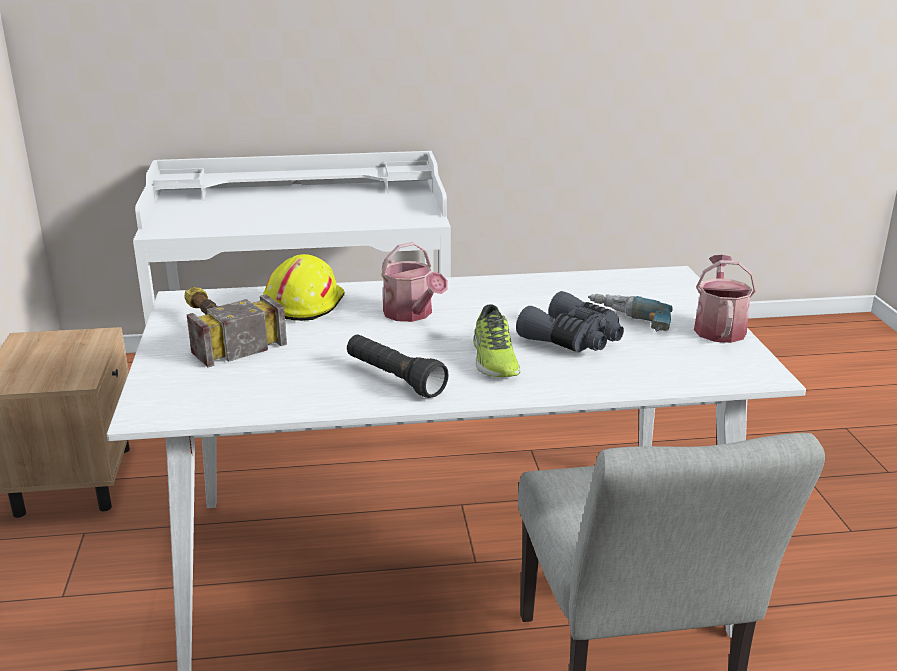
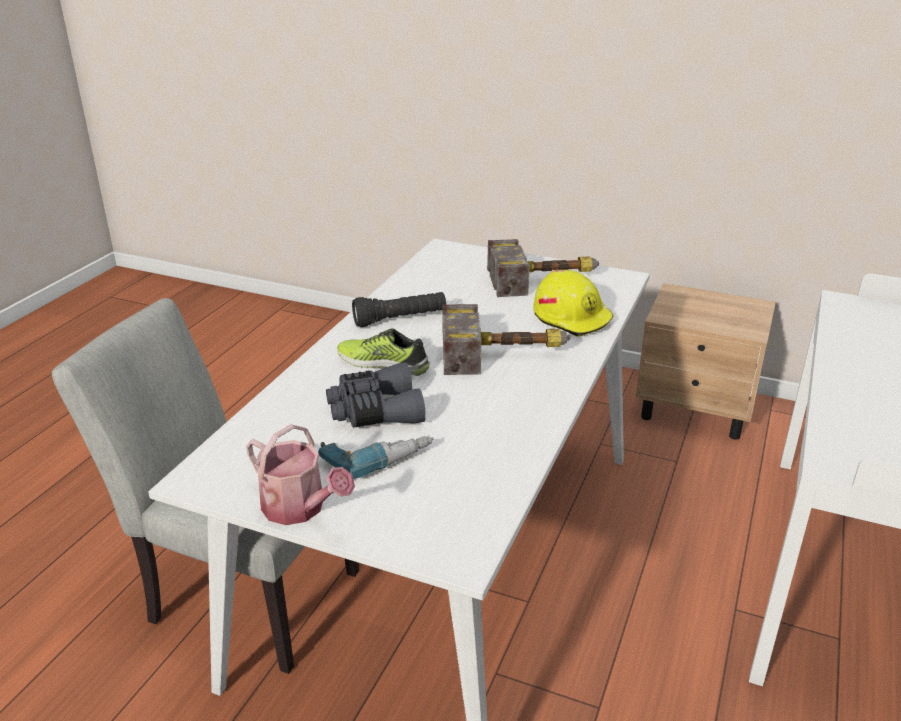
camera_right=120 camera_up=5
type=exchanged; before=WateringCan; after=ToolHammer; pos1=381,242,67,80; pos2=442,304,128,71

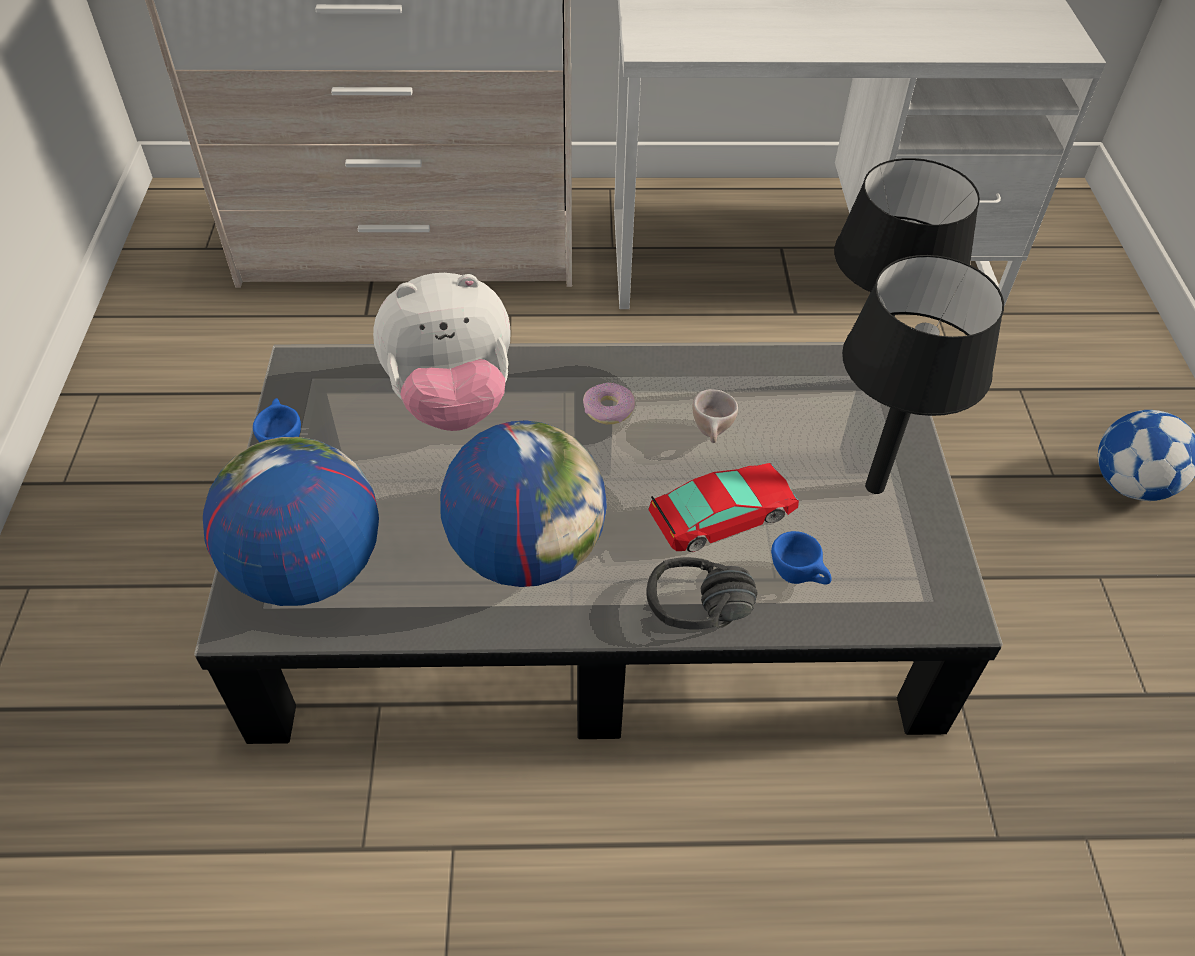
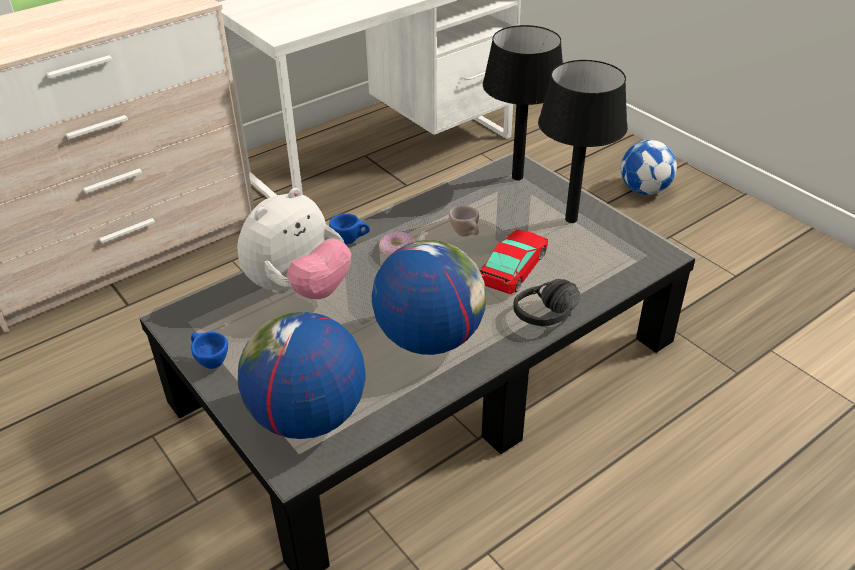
camera_right=-35 camera_up=-10
type=relocated; before=BlueCup; pos1=771,531,61,54; pos2=329,214,41,30

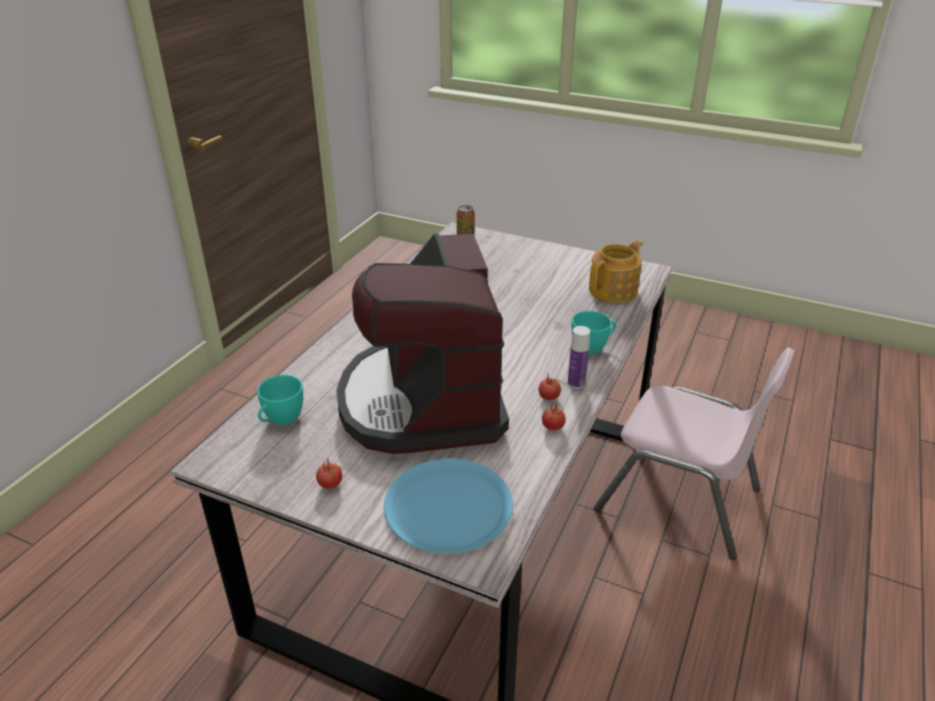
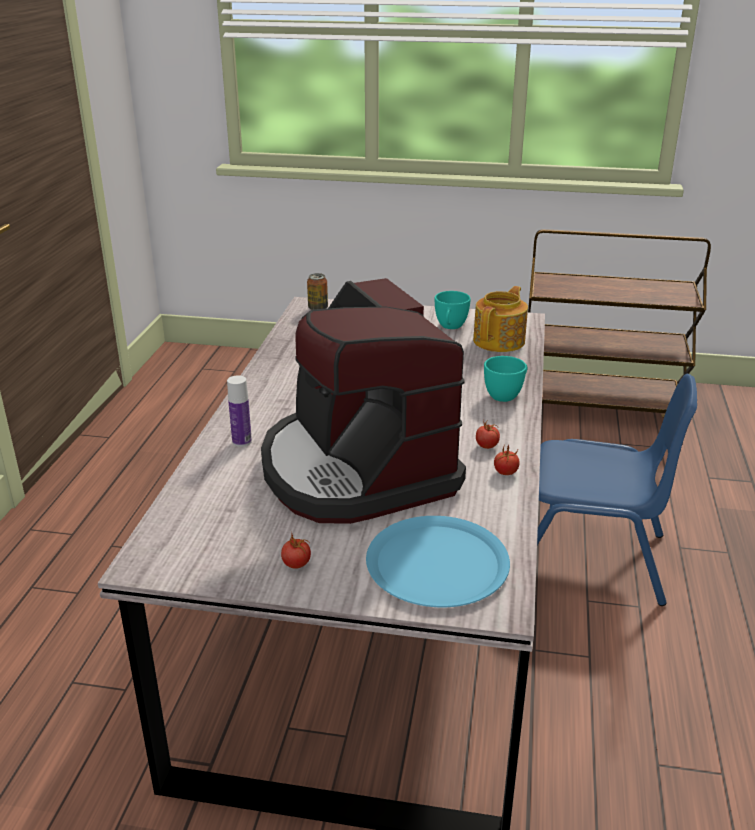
camera_right=-15 camera_up=-5
type=relocated; before=Bottle; pos1=568,326,22,63; pos2=227,375,25,72
type=relocated; before=TurquoiseCup; pos1=257,375,46,50; pos2=435,291,36,38
type=appeared; after=BrownColouredCart; pos2=528,229,183,188
type=colour; before=PinkColouredUprightChair; after=BlueUprightChair; pos1=594,348,201,212; pos2=537,374,160,232

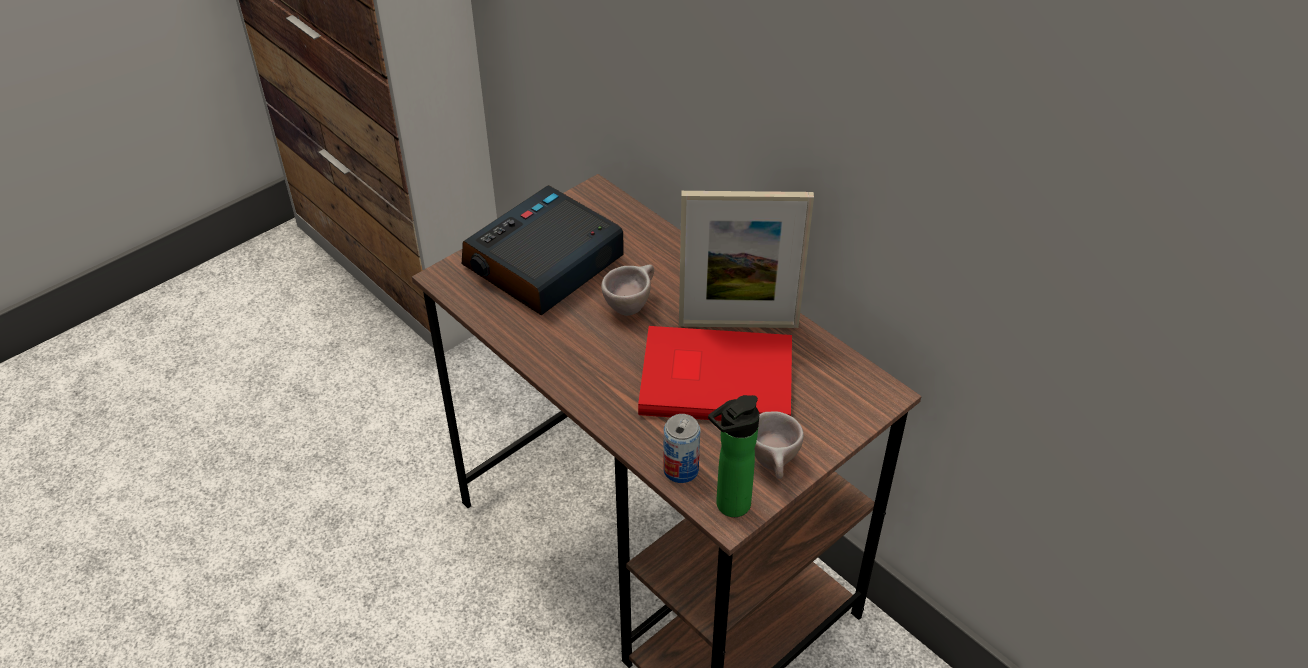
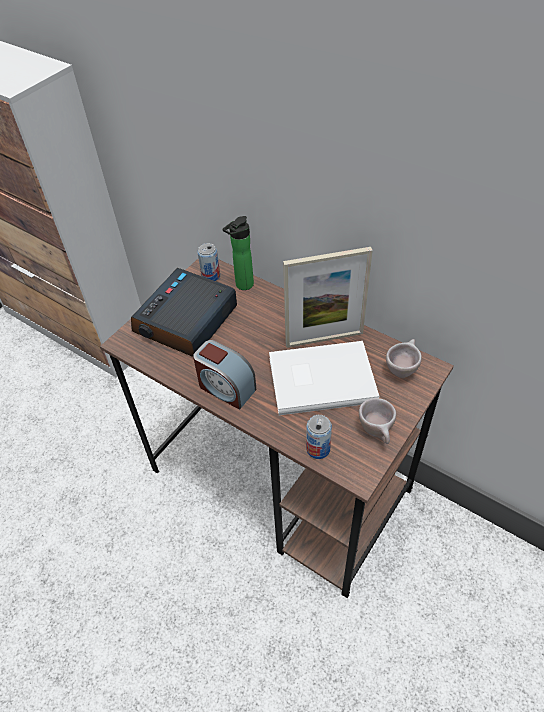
camera_right=-10 camera_up=5
type=appeared; after=TableClock; pos2=193,340,63,70
type=appeared; after=SealedCan; pos2=198,243,22,38
type=relocated; before=Bottle; pos1=708,395,51,122; pos2=222,216,32,74
type=colour; before=ReddishBook; after=WhitishBook; pos1=638,326,154,95; pos2=269,341,110,74
type=relocated; before=BeigeColouredCup; pos1=601,264,53,52; pos2=386,339,36,39

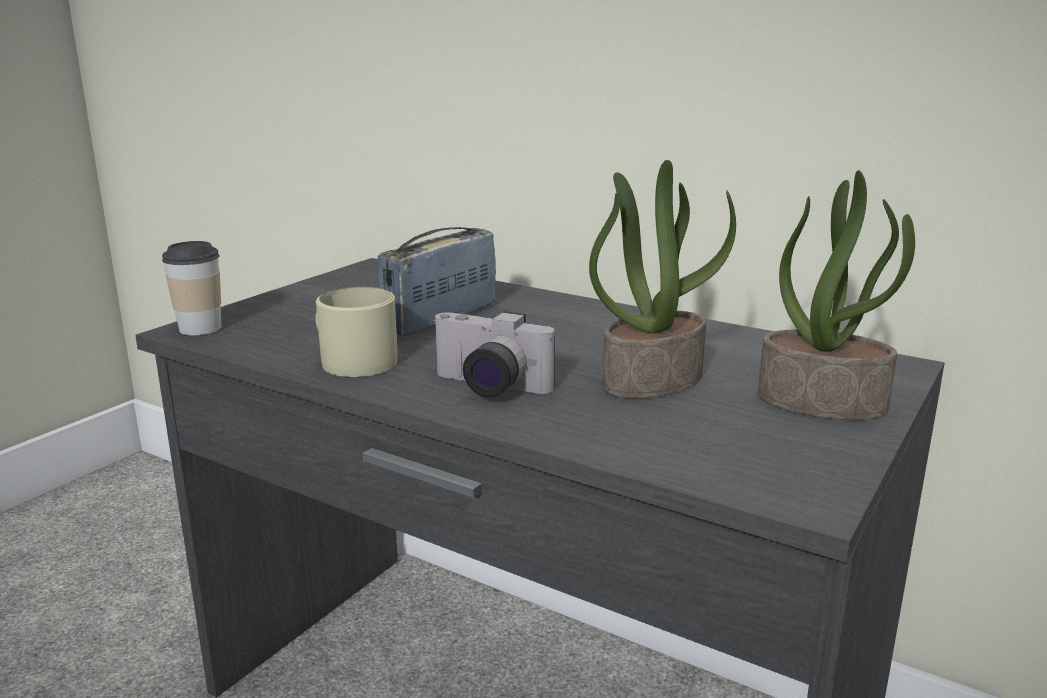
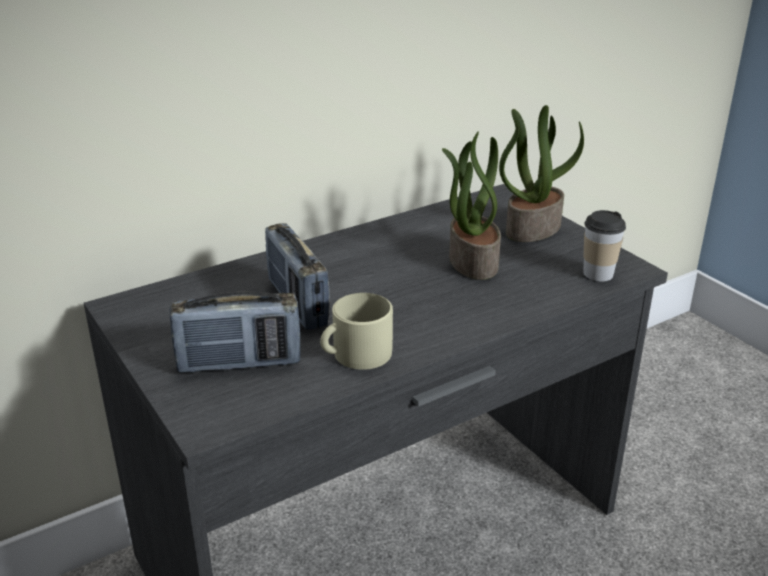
camera_right=-65 camera_up=10
type=appeared; after=RadioSet; pos2=170,291,131,82
type=relocated; before=Cup; pos1=162,241,60,94; pos2=583,210,43,71
type=missing; before=StillCamera; pos1=432,311,123,87

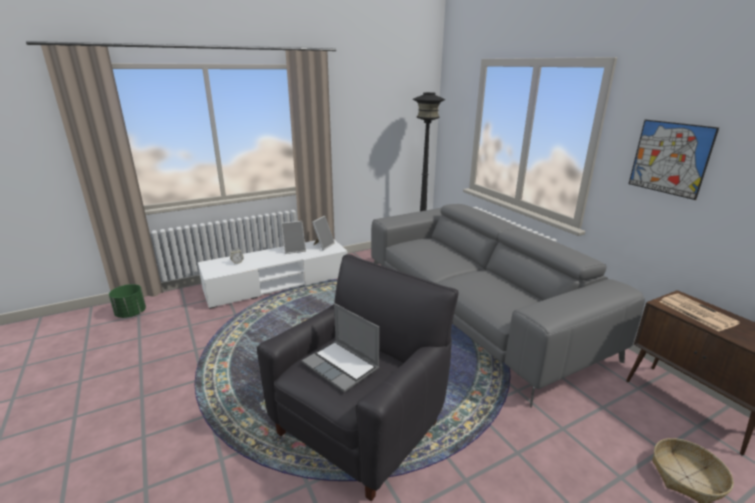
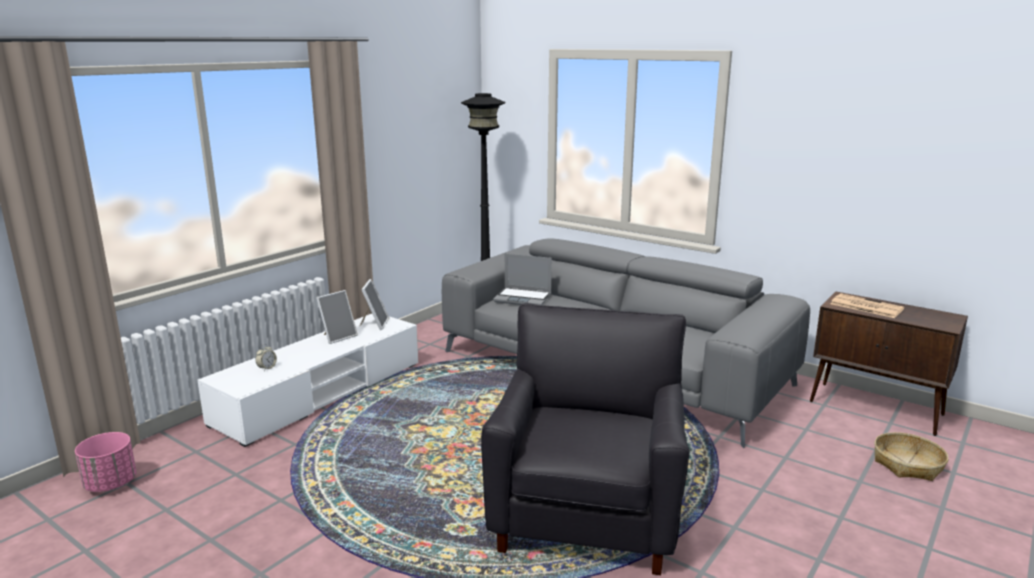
camera_right=-25 camera_up=-5
type=colour; before=GreenishPlanter; after=PinkColouredPlanter; pos1=109,284,37,34; pos2=75,432,62,60
type=relocated; before=Laptop; pos1=302,303,77,90; pos2=493,254,59,51
type=missing; before=WallPicture; pos1=629,119,90,81

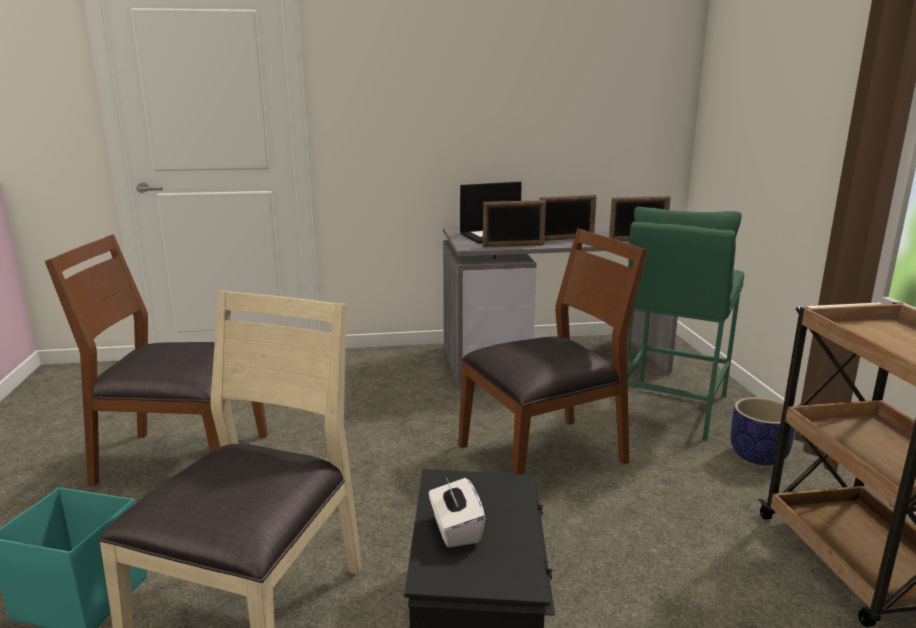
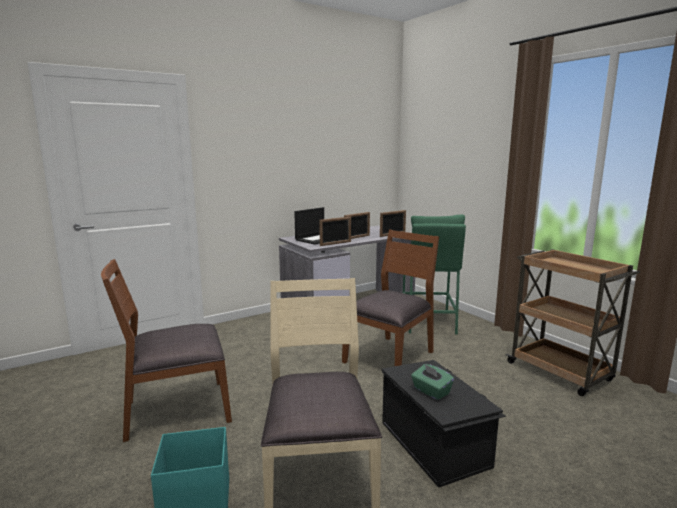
camera_right=-25 camera_up=-5
type=colour; before=WhitishTissueBox; after=GreenishTissueBox; pos1=429,477,56,71; pos2=411,363,43,37
type=missing; before=Planter; pos1=731,397,65,69

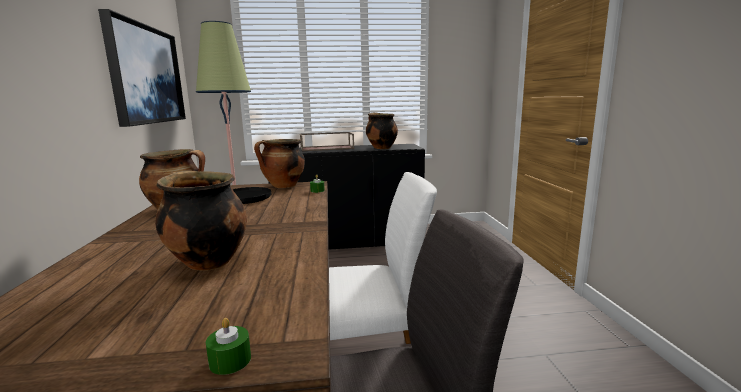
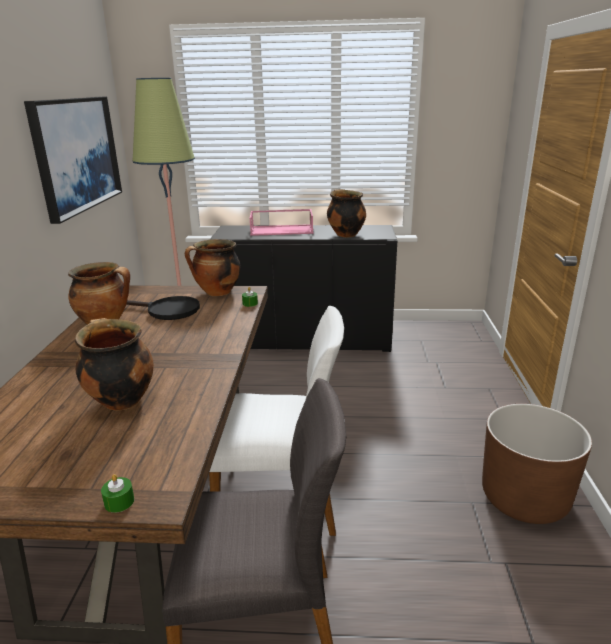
camera_right=10 camera_up=10
type=colour; before=BrownColouredTray; after=PinkColouredTray; pos1=300,132,55,19; pos2=250,209,63,27
type=appeared; after=BrownColouredPlanter; pos2=482,404,110,120

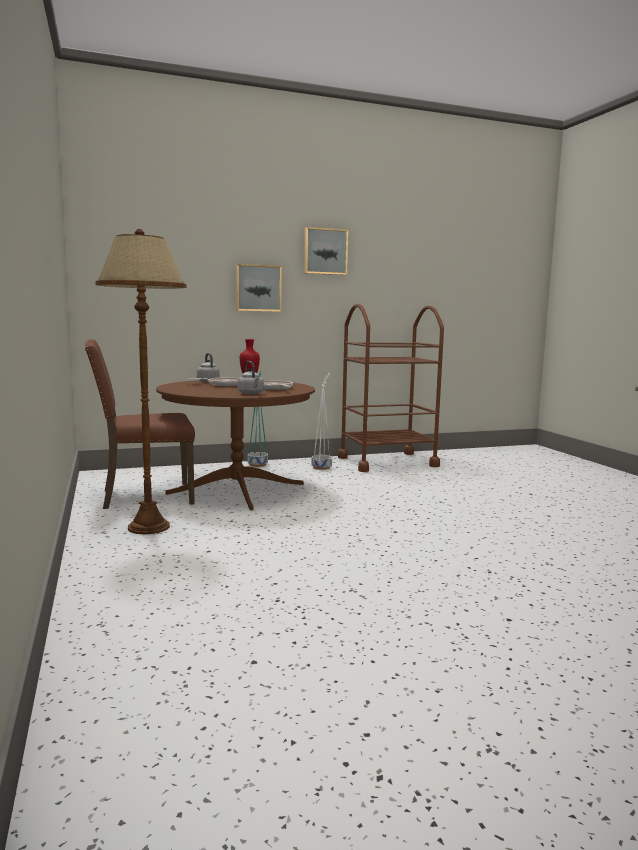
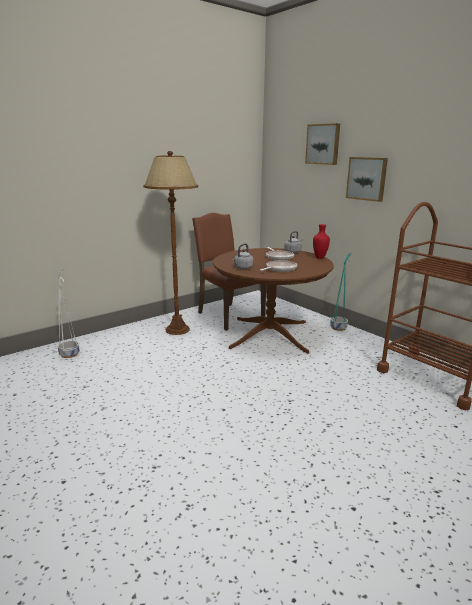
camera_right=70 camera_up=10
type=relocated; before=WhitishPlanter; pos1=311,373,21,97; pos2=58,269,22,89
type=relocated; before=WallPicture; pos1=304,227,44,48; pos2=305,123,35,42

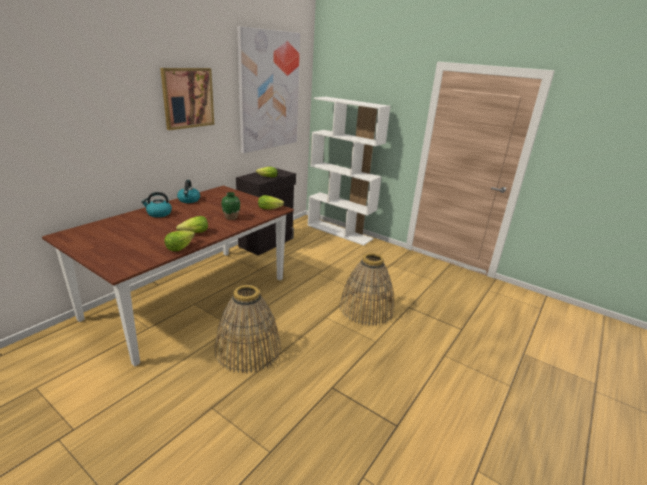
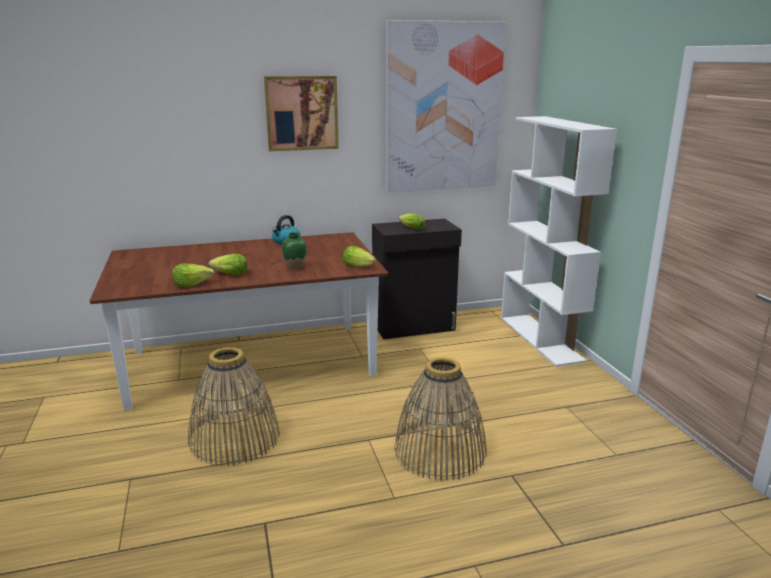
camera_right=40 camera_up=-5
type=missing; before=TeaKettle; pos1=141,192,31,25

